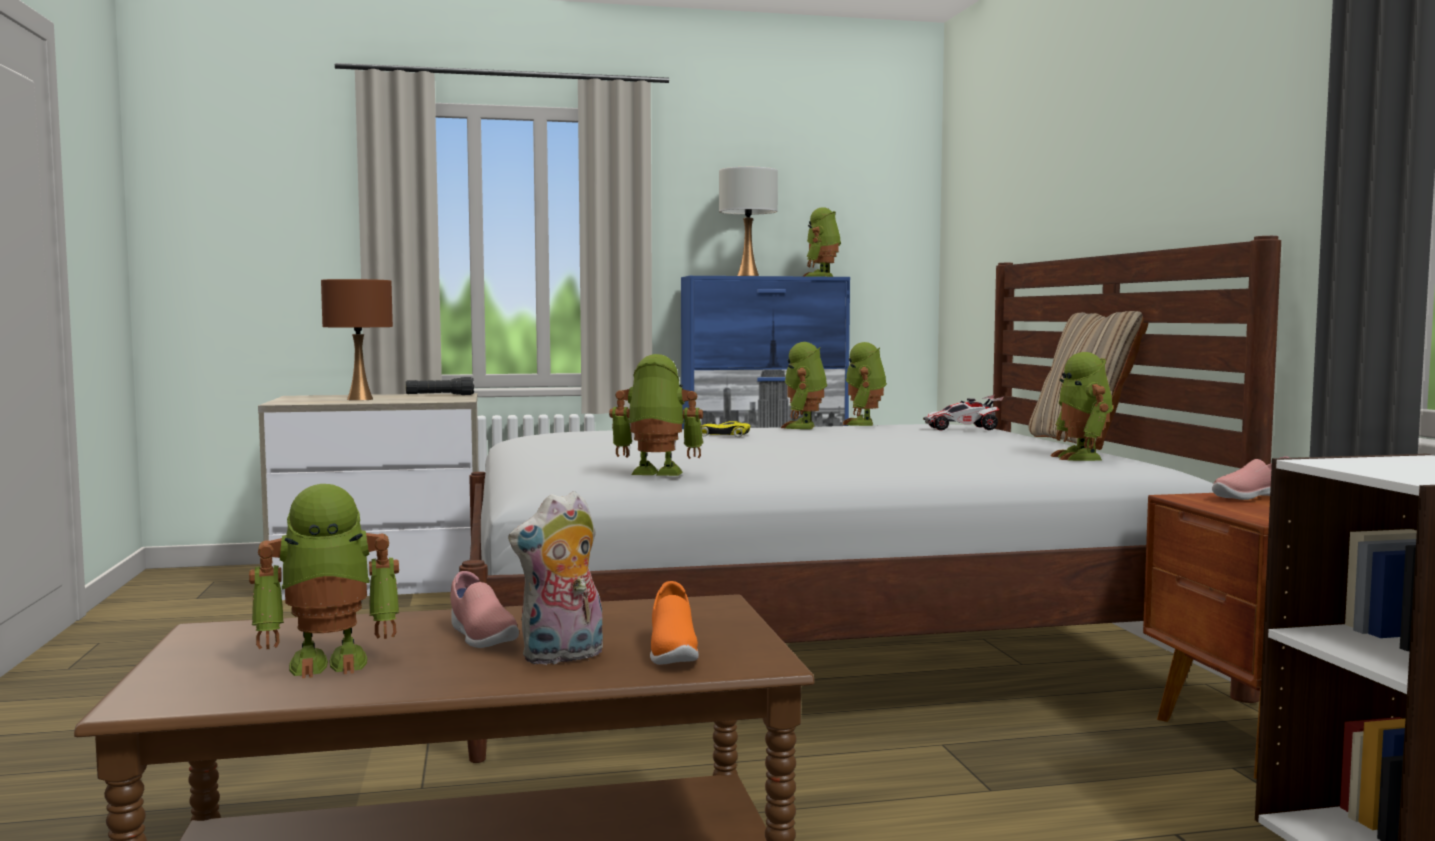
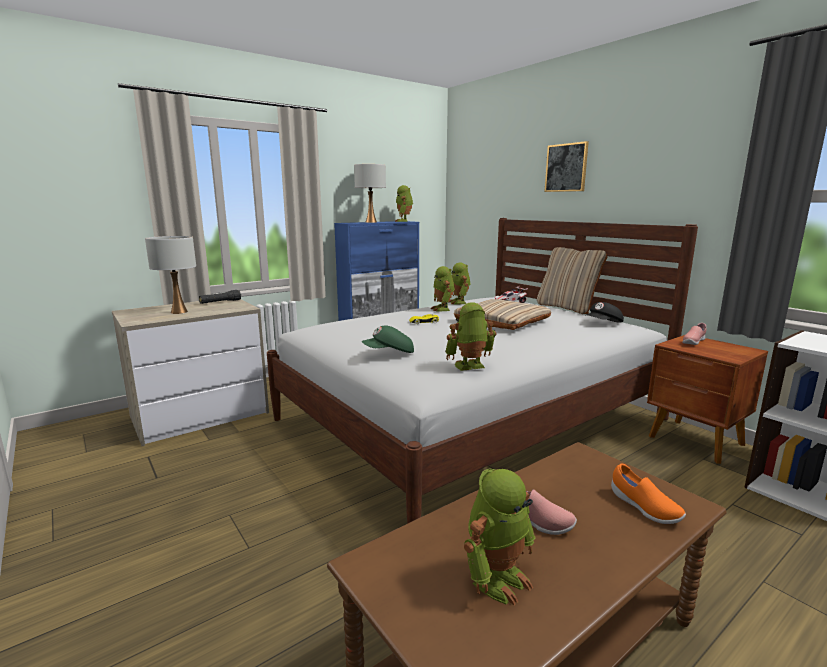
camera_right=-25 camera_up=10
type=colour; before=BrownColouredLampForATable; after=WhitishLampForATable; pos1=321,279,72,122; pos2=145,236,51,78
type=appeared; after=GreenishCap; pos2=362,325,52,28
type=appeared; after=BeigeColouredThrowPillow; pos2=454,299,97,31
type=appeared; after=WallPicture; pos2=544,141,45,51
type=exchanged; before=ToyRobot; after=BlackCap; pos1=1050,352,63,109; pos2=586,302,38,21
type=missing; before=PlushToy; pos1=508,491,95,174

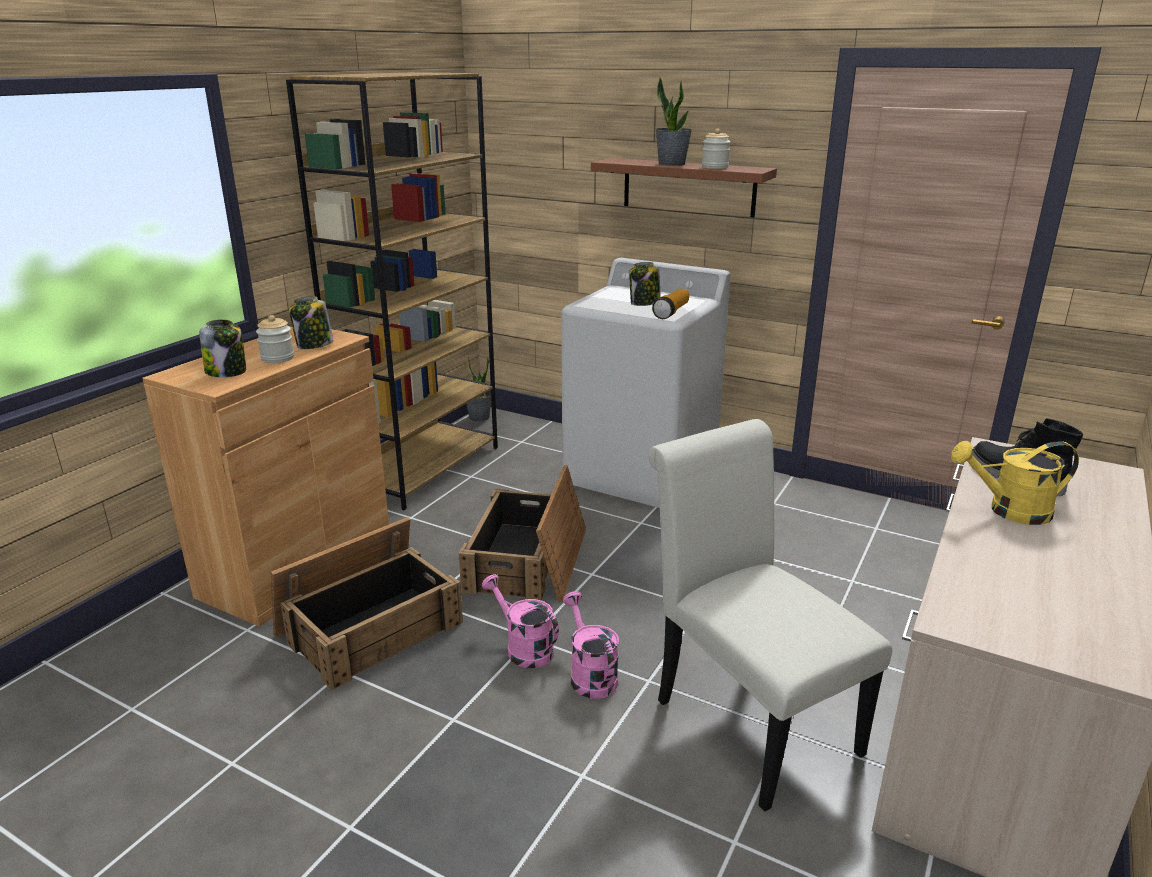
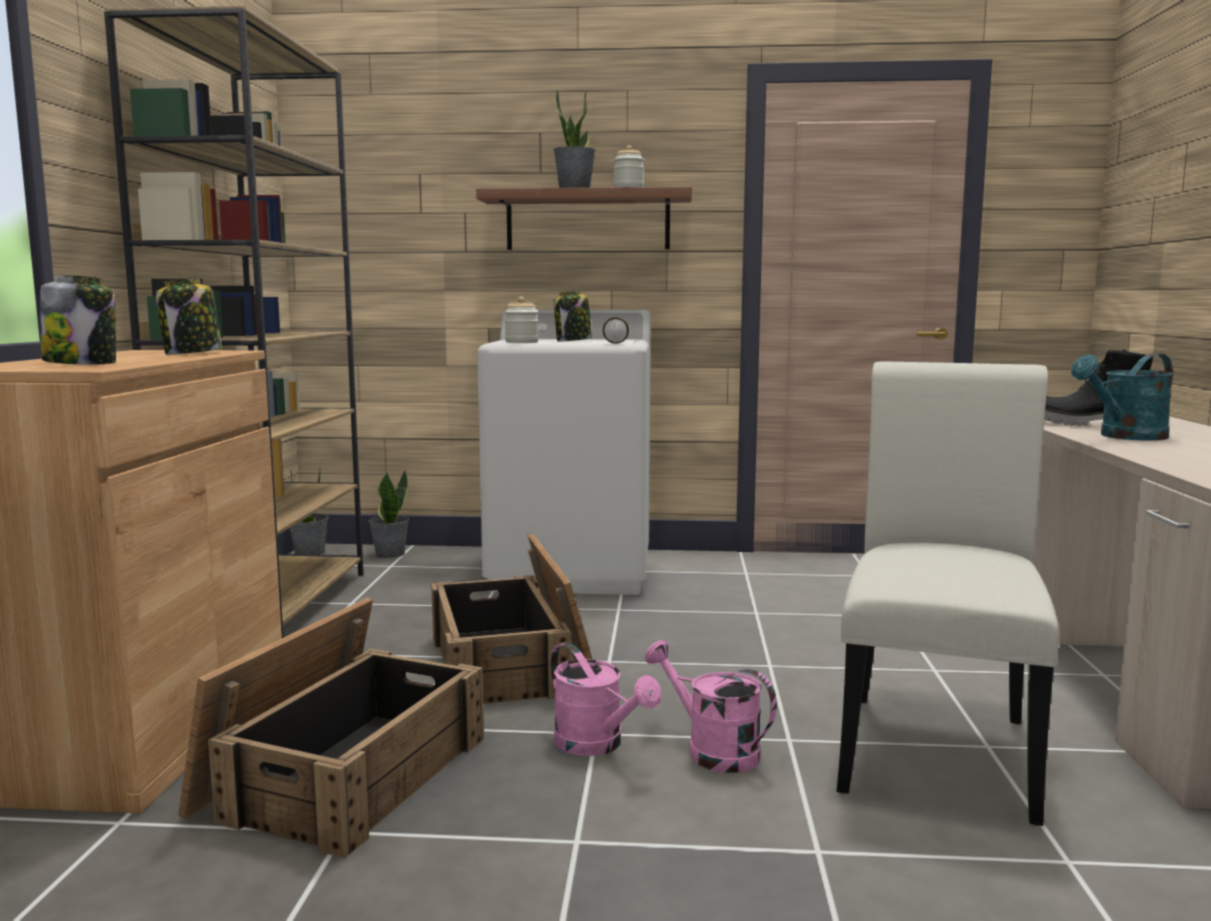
camera_right=-25 camera_up=-15
type=appeared; after=PottedPlant; pos2=369,470,40,88
type=relocated; before=StorageJar; pos1=256,315,38,48; pos2=505,297,33,46
type=spun; before=PinkColouredWateringCan; pos1=482,574,77,94; pos2=550,642,112,114; turn=-150
type=spun; before=WhitishUprightChair; pos1=648,419,244,392; pos2=836,361,223,465; turn=75
type=colour; before=YellowishWateringCan; after=TurquoiseWateringCan; pos1=951,441,128,84; pos2=1071,353,102,88

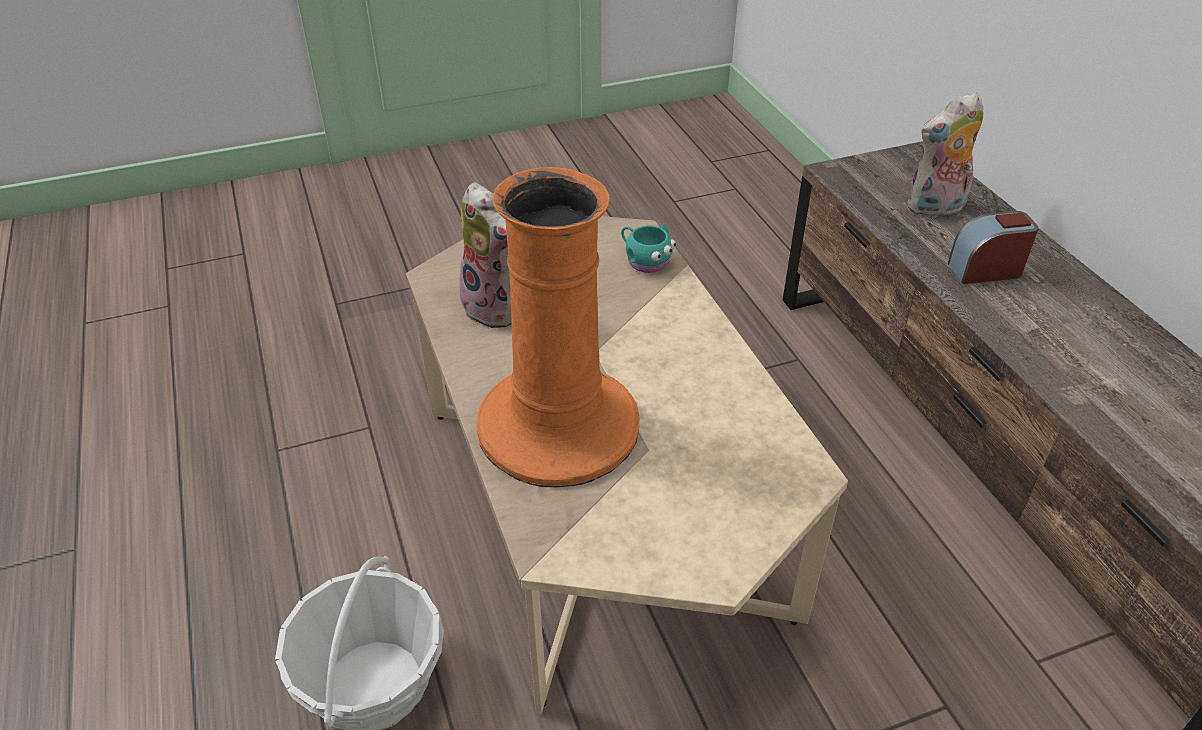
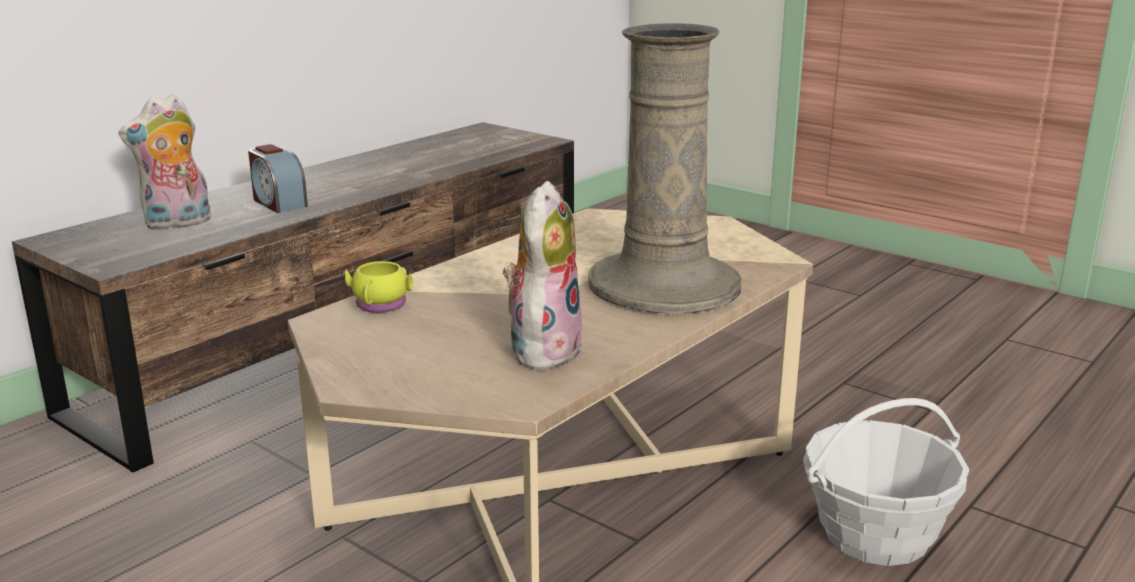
camera_right=-120 camera_up=-20
type=spun; before=PlushToy; pos1=908,92,75,126; pos2=118,95,93,136; turn=105
type=colour; before=TurquoiseMug; after=YellowishMug; pos1=621,223,55,50; pos2=345,261,68,52
type=colour; before=OrangeyFlowerVase; after=BeigeColouredFlowerVase; pos1=477,167,163,320; pos2=588,23,153,290

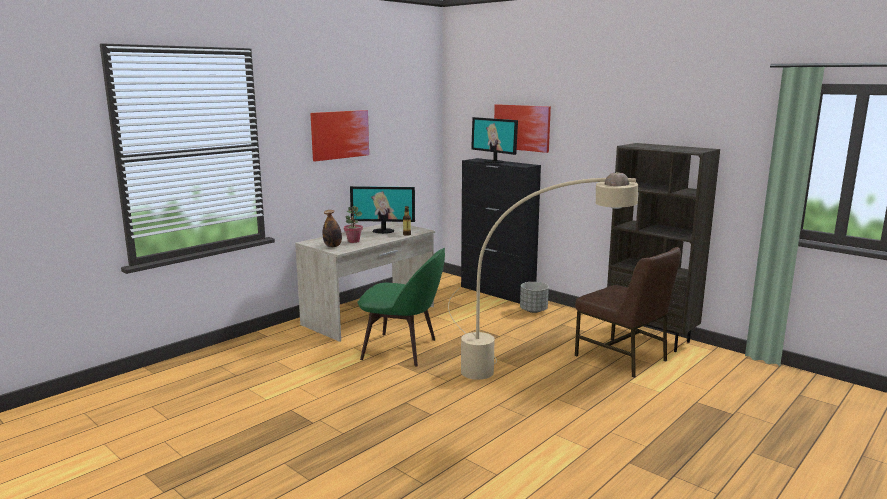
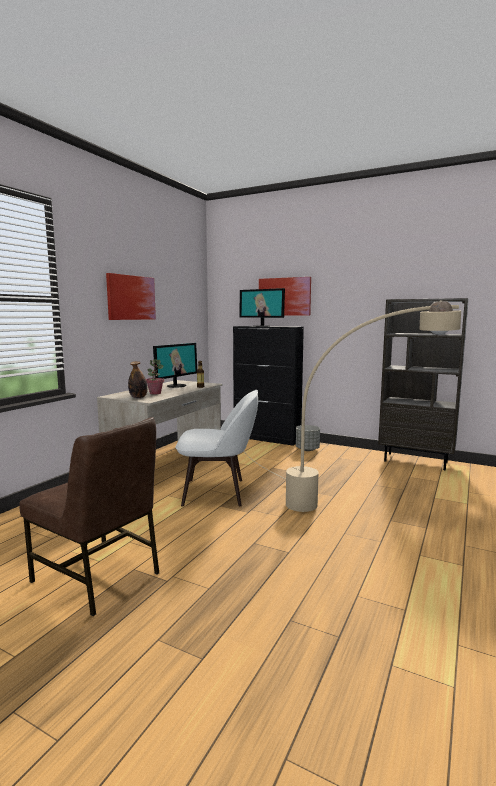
camera_right=-15 camera_up=-5
type=relocated; before=BrownColouredUprightChair; pos1=575,247,106,131; pos2=19,417,141,199
type=spun; before=ComputerDisplay; pos1=350,186,65,48; pos2=153,343,44,45; turn=-45
type=colour; before=GreenishUprightChair; after=WhitishUprightChair; pos1=357,248,88,119; pos2=175,390,83,117

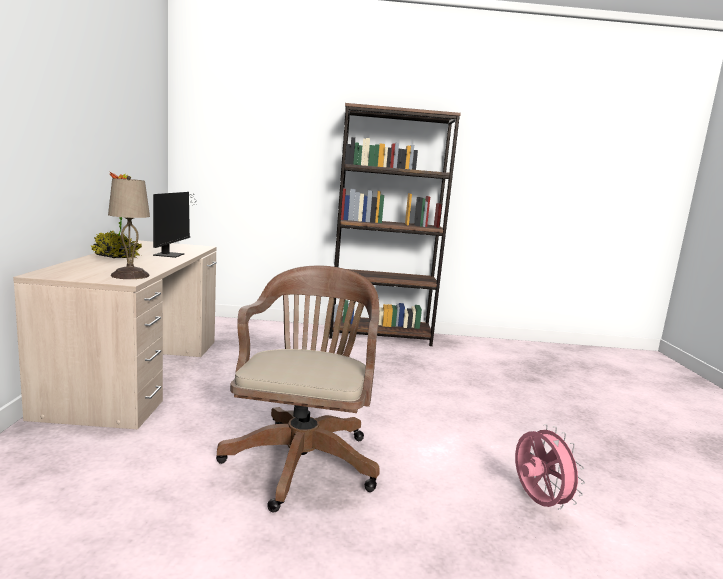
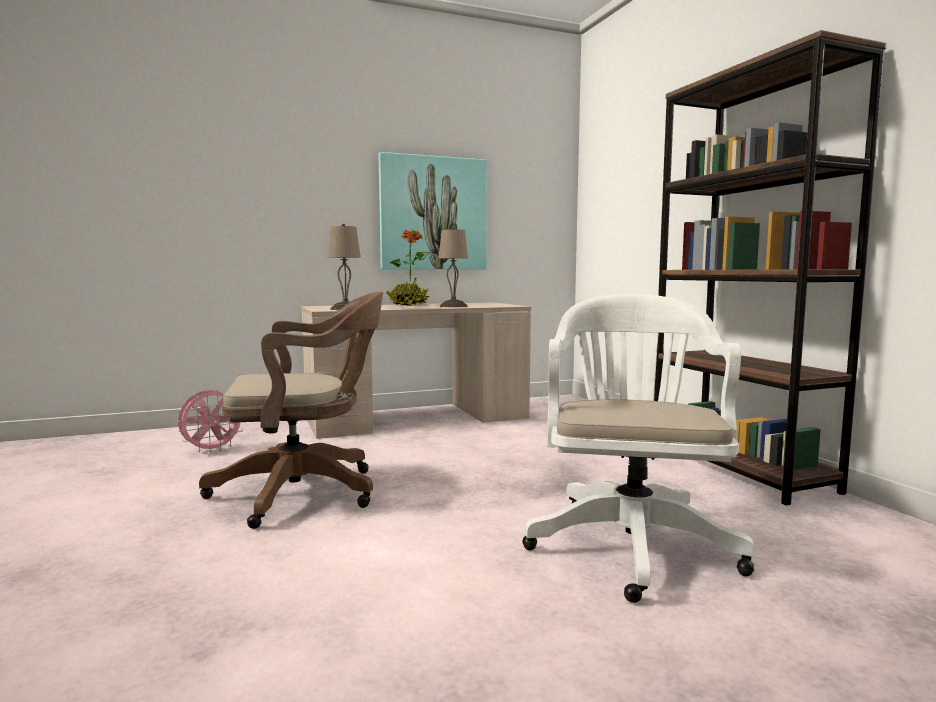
camera_right=70 camera_up=-5
type=relocated; before=PinkColouredCoolingFan; pos1=515,424,70,86; pos2=178,388,65,66
type=appeared; after=WallPicture; pos2=379,152,108,117
type=exchanged; before=ComputerDisplay; after=BeigeColouredLampForATable; pos1=153,192,43,66; pos2=439,227,29,80
type=appeared; after=WhitishOfficeChair; pos2=522,294,232,309

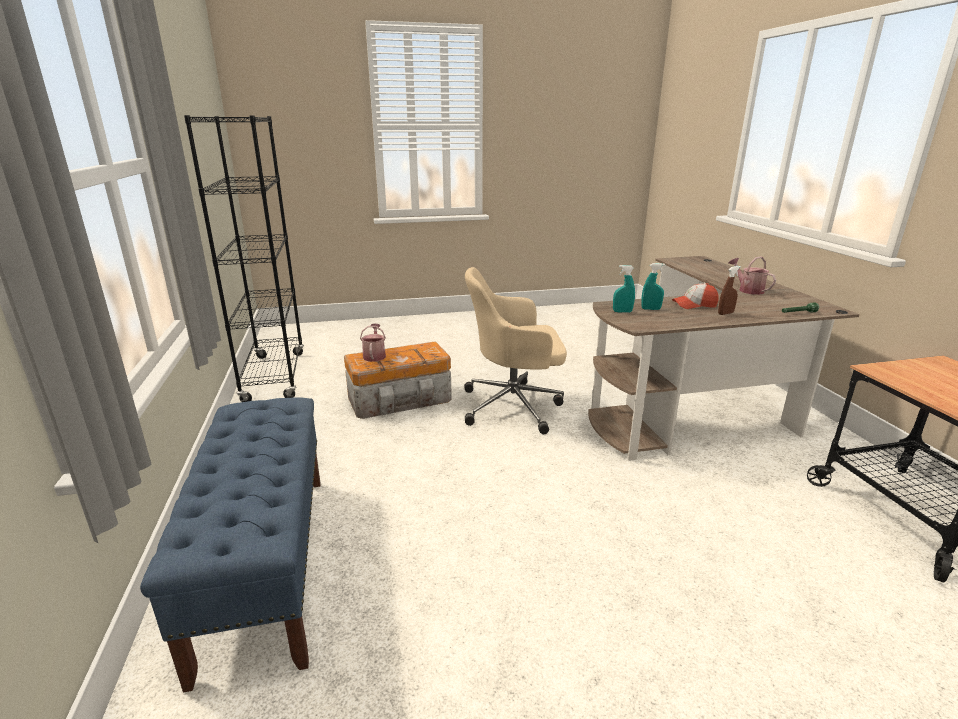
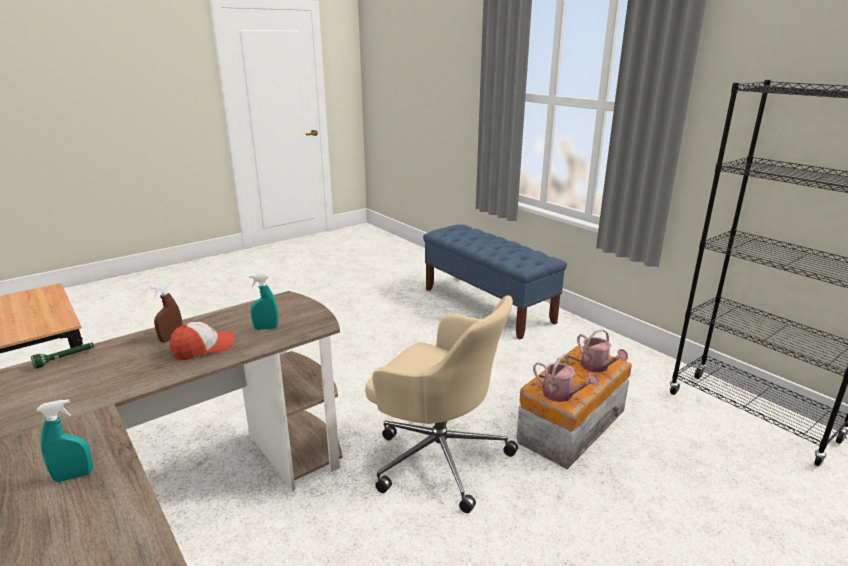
camera_right=155 camera_up=0
type=relocated; before=TurquoiseSprayer; pos1=613,265,22,48; pos2=37,399,56,83
type=spun; before=BeigeColouredOfficeChair; pos1=465,267,102,167; pos2=365,295,153,218; turn=60
type=relocated; before=WateringCan; pos1=729,257,47,38; pos2=533,354,66,48

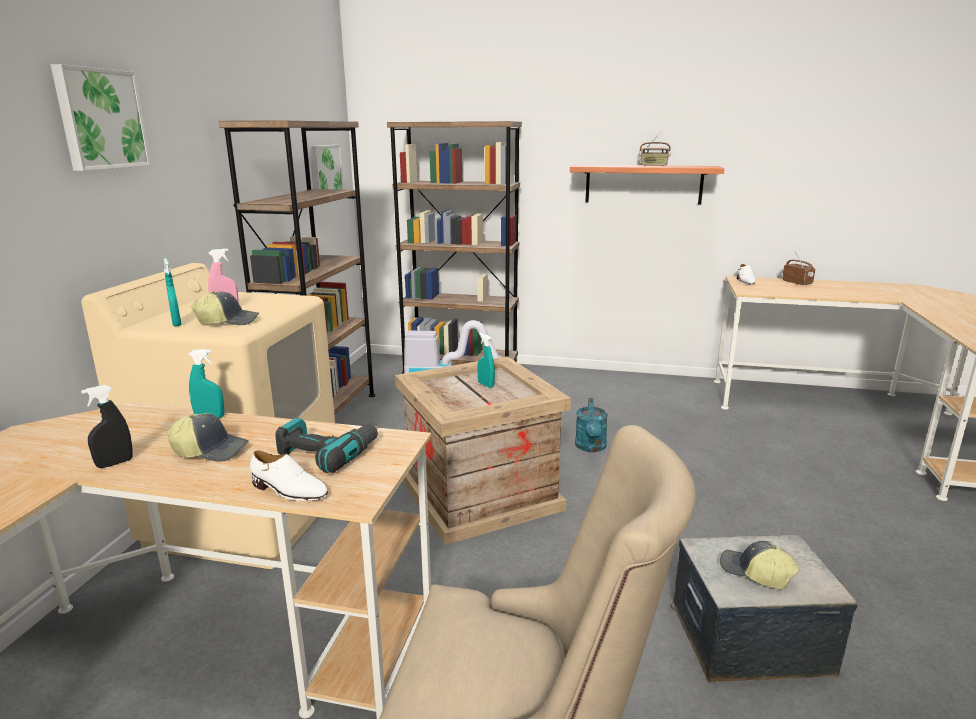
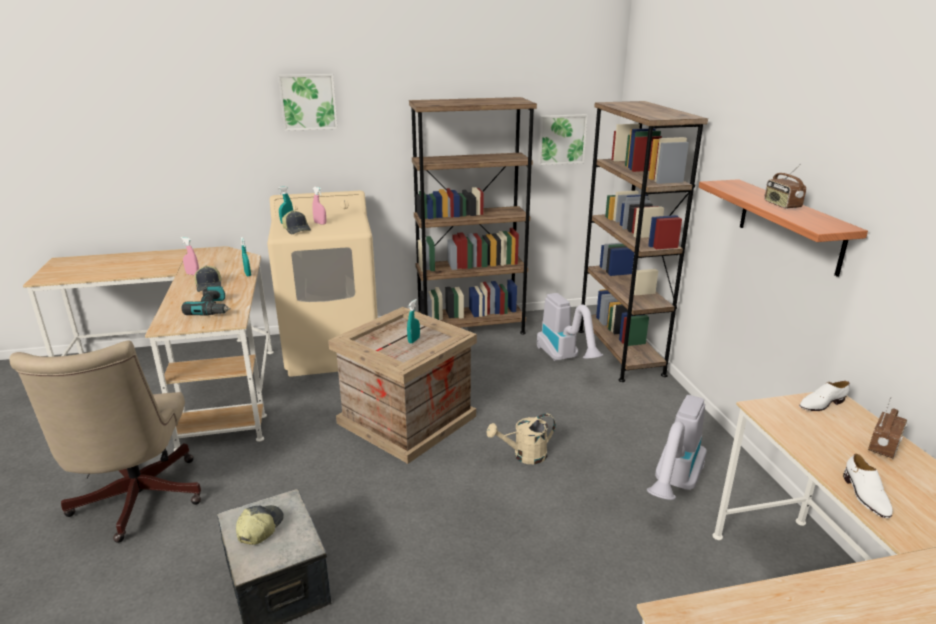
camera_right=65 camera_up=5
type=colour; before=BlackSprayer; after=PinkColouredSprayer; pos1=81,385,52,83; pos2=180,237,19,38
type=colour; before=TurquoiseWateringCan; after=BeigeColouredWateringCan; pos1=575,398,33,54; pos2=487,414,69,50
type=appeared; after=Vacuum; pos2=647,395,60,105
type=relocated; before=WhitishItemOfFootwear; pos1=250,451,78,50; pos2=843,454,50,64

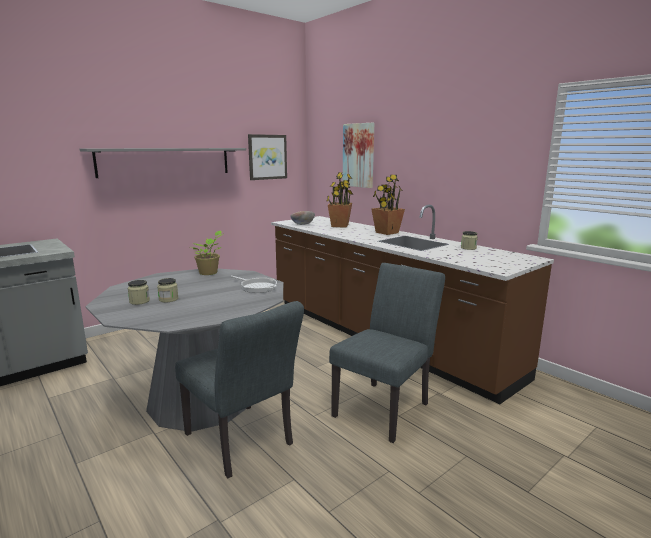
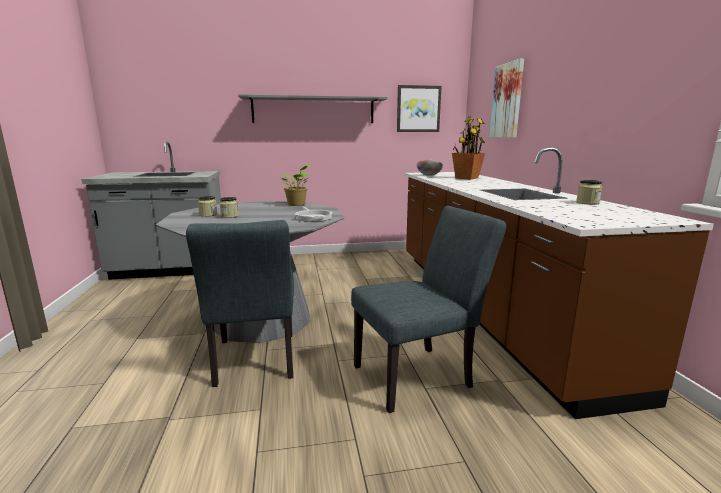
camera_right=30 camera_up=0
type=missing; before=PottedPlant; pos1=371,175,34,60

